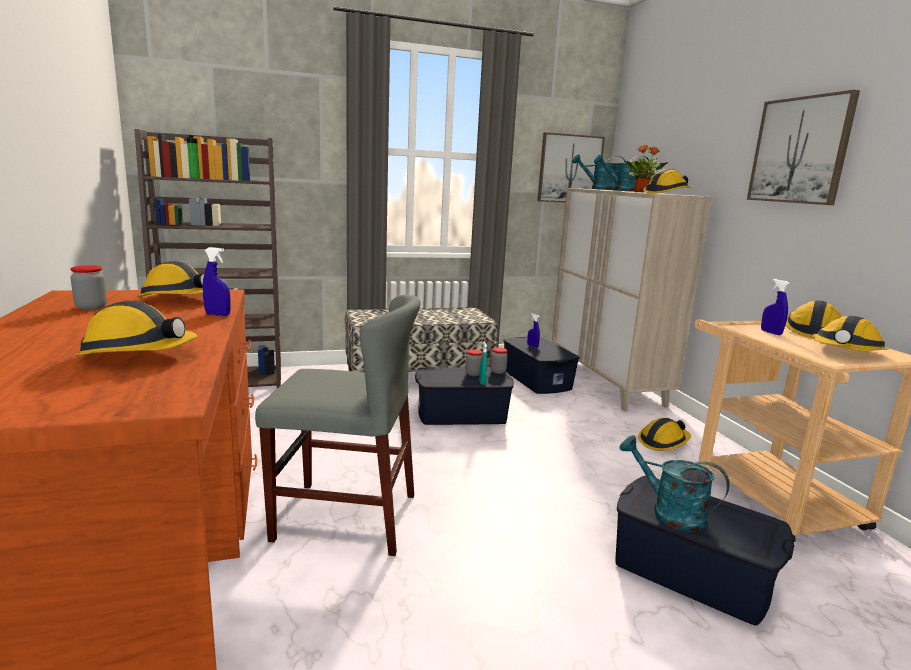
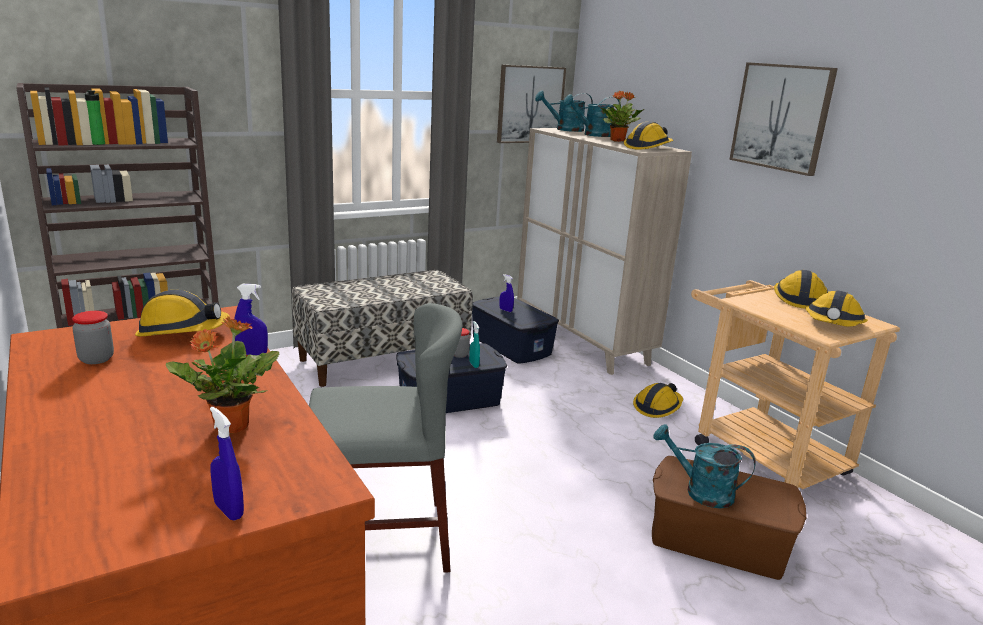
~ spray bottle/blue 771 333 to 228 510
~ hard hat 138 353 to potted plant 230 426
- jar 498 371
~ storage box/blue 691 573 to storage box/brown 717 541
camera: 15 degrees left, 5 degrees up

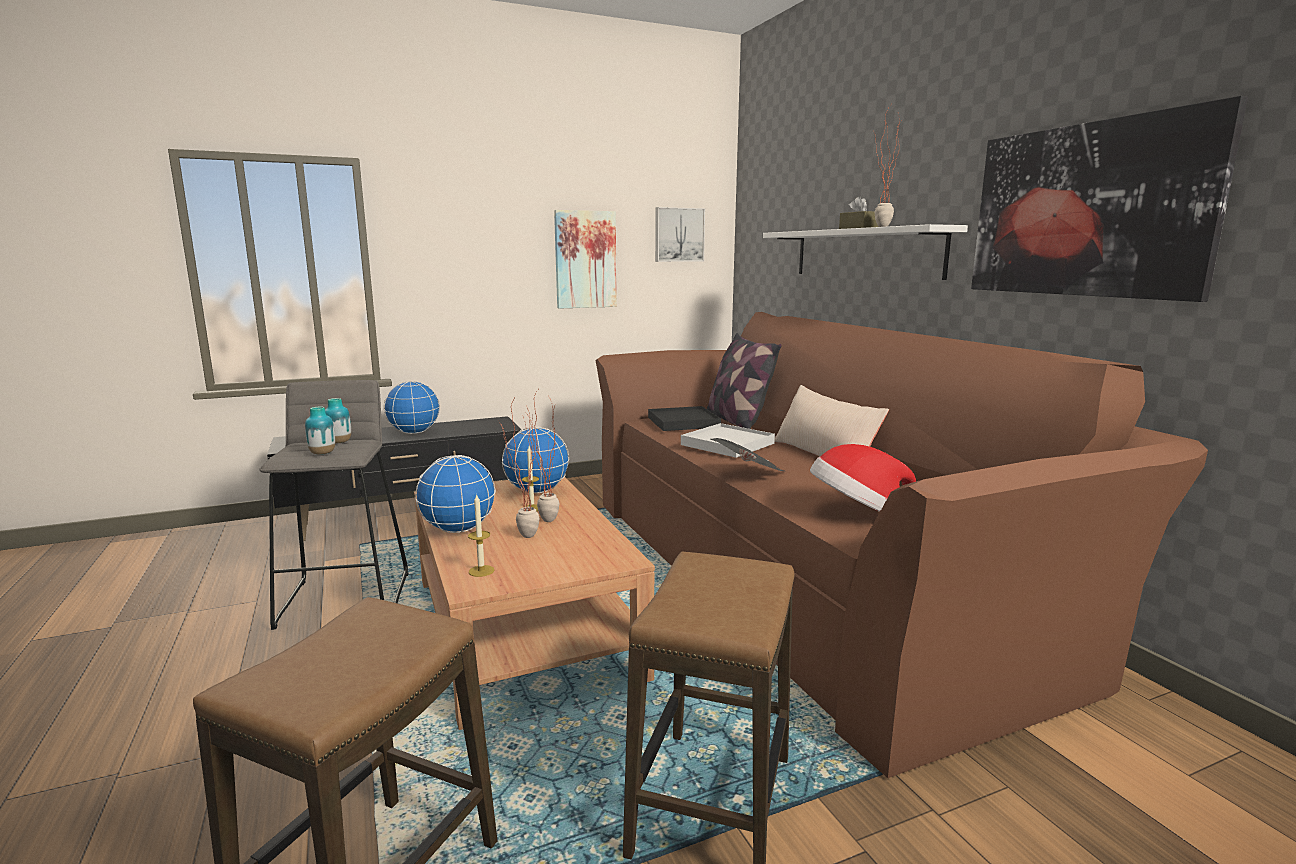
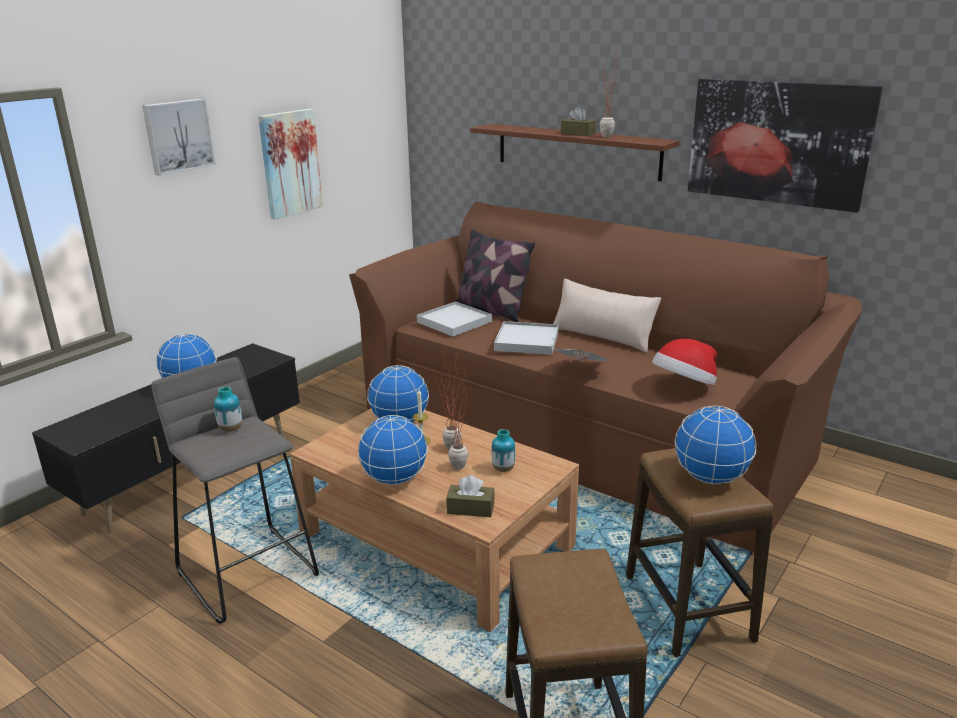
~ picture 678 235 to 178 136
~ shelf/white 865 253 to shelf/brown 577 151
~ tray/black 683 422 to tray/white 454 322
~ vase 322 453 to 503 469
~ candle 481 571 to tissue box/brown 470 508
+ globe 710 477
camera: 30 degrees left, 10 degrees up

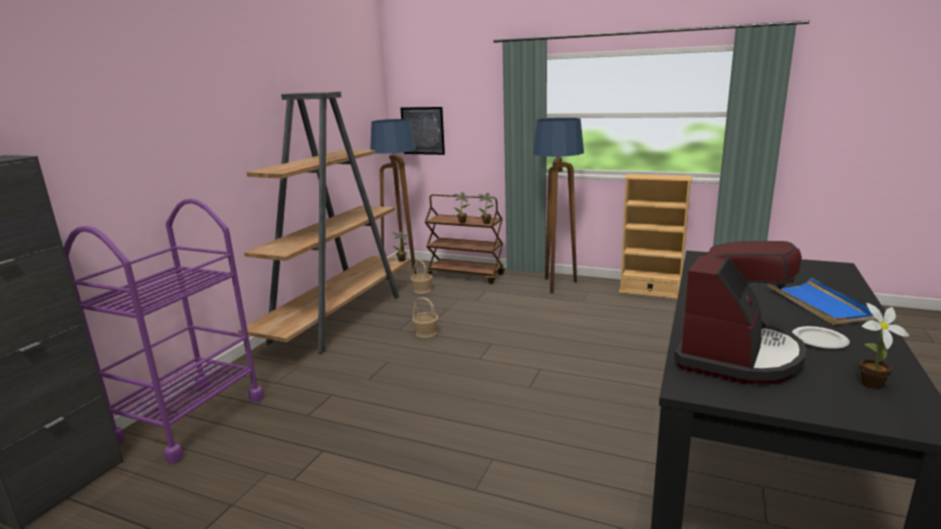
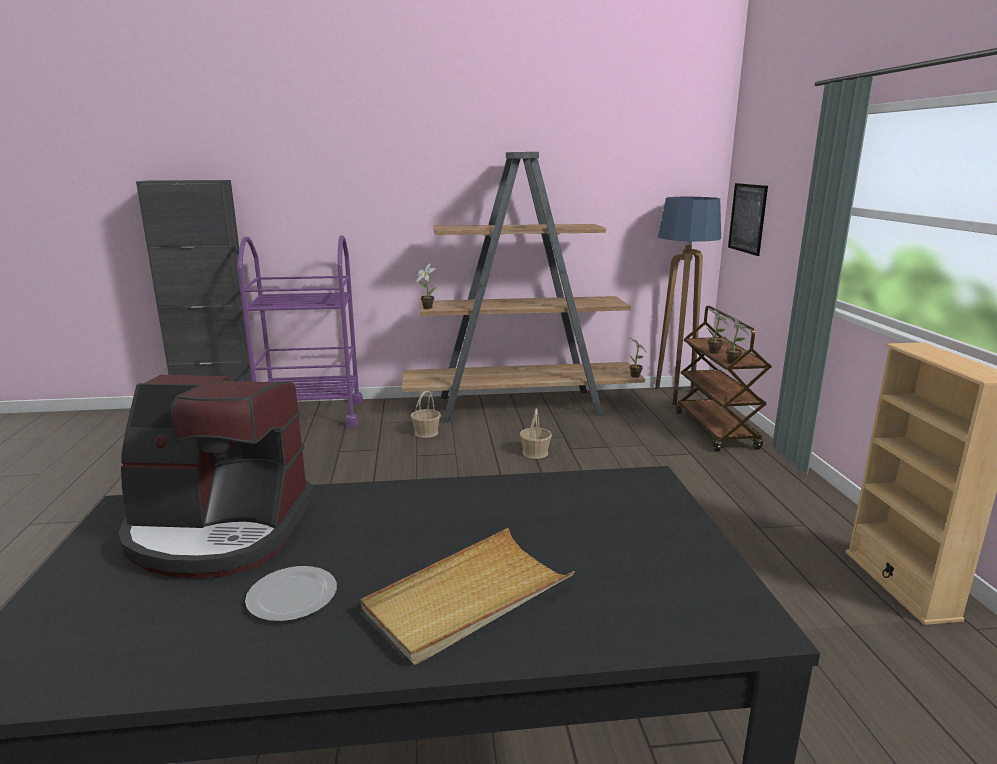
- floor lamp 556 286
~ basket 422 290 to 426 432
~ tray/blue 819 304 to tray/beige 468 598
~ potted plant 868 384 to 427 307
camera: 60 degrees right, 0 degrees up

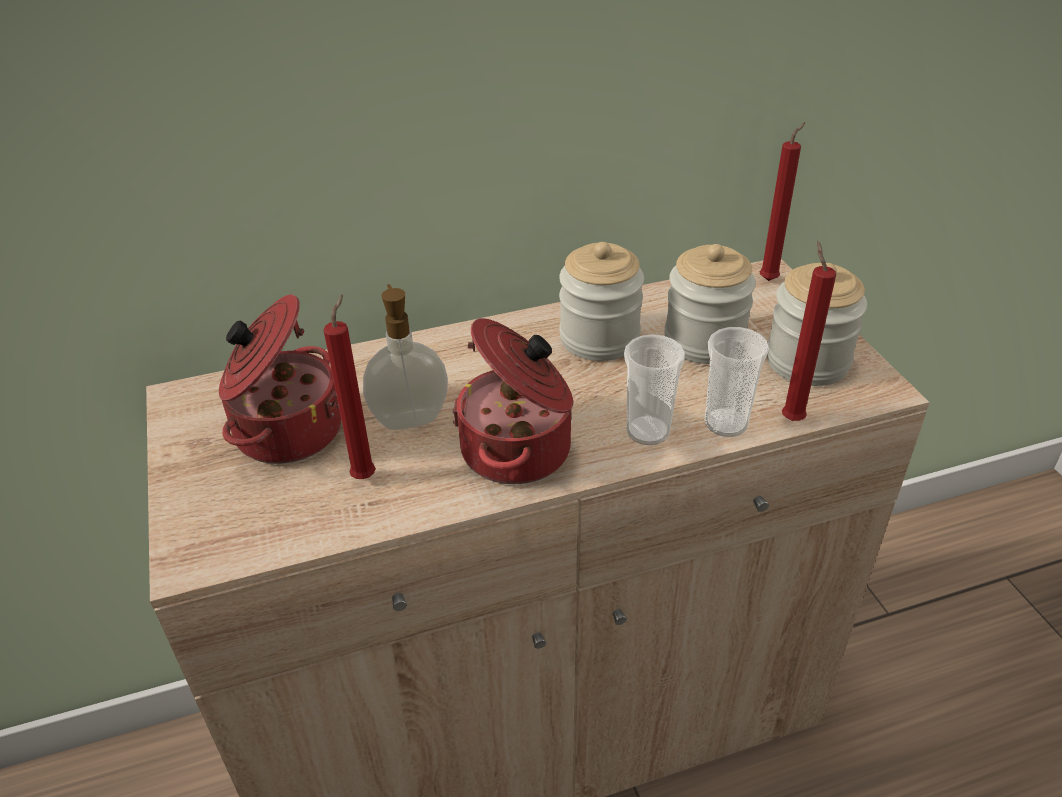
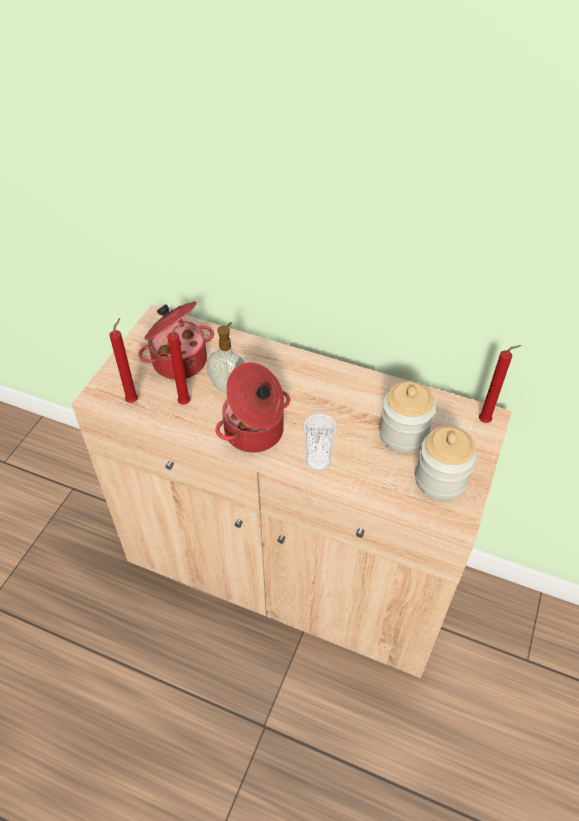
~ candle/red 790 418 to 134 400
- jar 599 338
- cup 726 423
camera: 40 degrees right, 10 degrees up

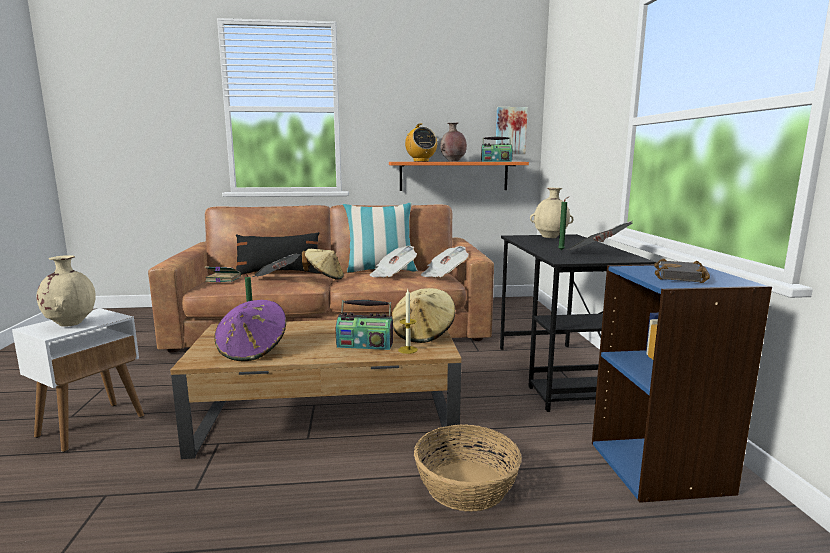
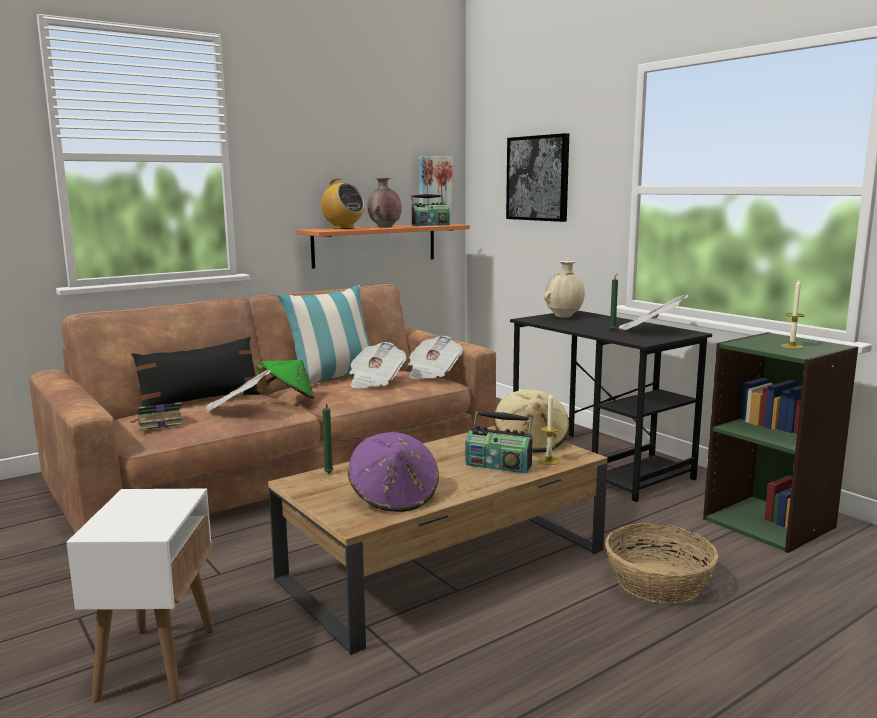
~ hat/beige 324 278 to hat/green 288 399
- vase/beige 71 324
~ book/black 682 277 to candle 791 346
~ bookcase/blue 660 467 to bookcase/green 769 523
~ radio 365 345 = 499 465 45 degrees clockwise
+ picture 538 178
camera: 30 degrees left, 0 degrees up

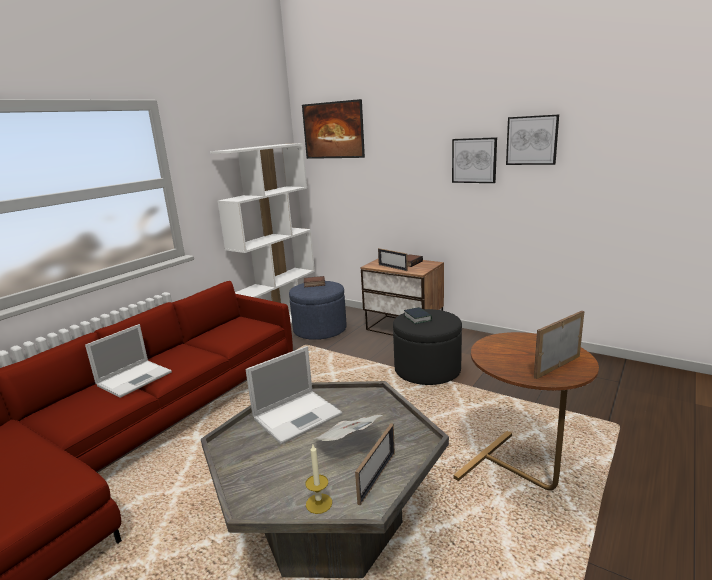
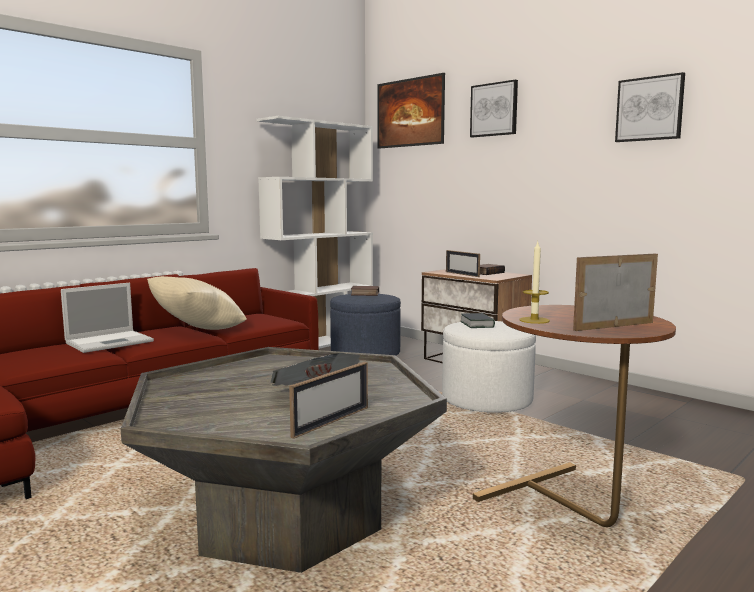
~ picture 474 160 to 494 109
~ ottoman/black 427 370 to ottoman/white 487 399
- laptop 298 415
~ candle 319 503 to 534 320
+ pillow/beige 197 331
camera: 10 degrees right, 10 degrees down

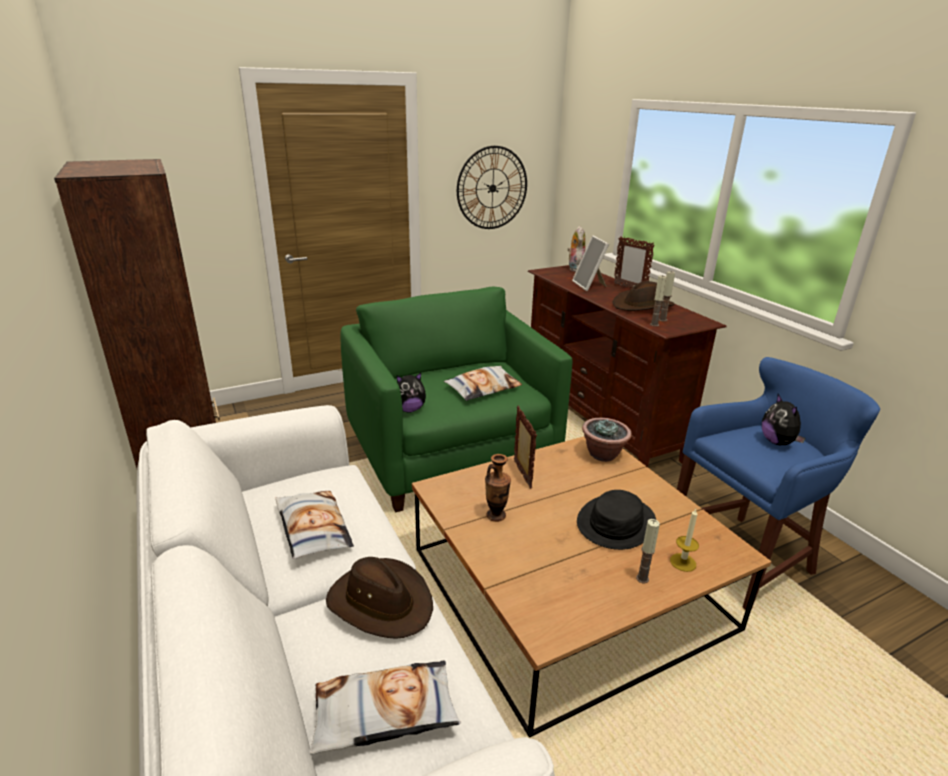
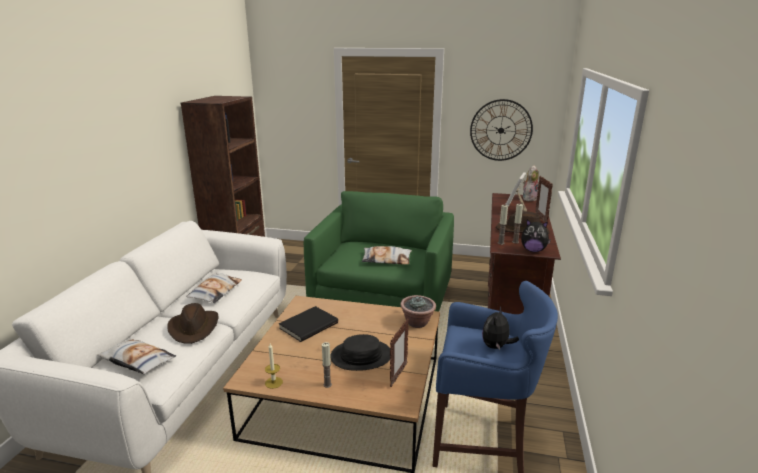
~ plush toy 409 409 to 533 250
~ picture frame 522 475 to 398 375
~ vase 496 515 to book/black 308 325
~ candle 683 562 to 273 382
camera: 40 degrees right, 5 degrees down

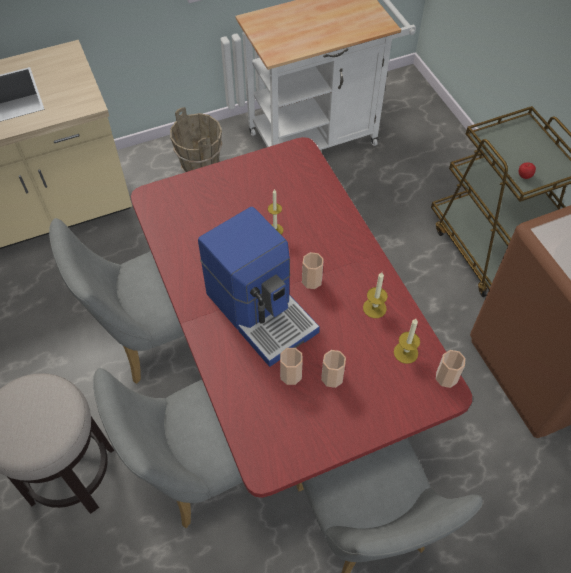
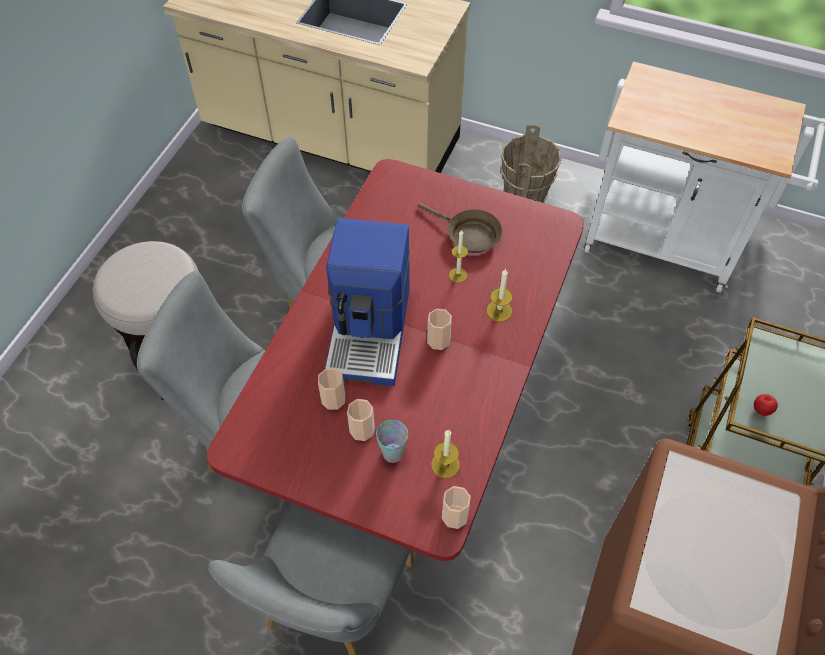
~ candle 374 308 to 499 311
+ frying pan/brown 469 235
+ cup 393 453
camera: 45 degrees right, 0 degrees up

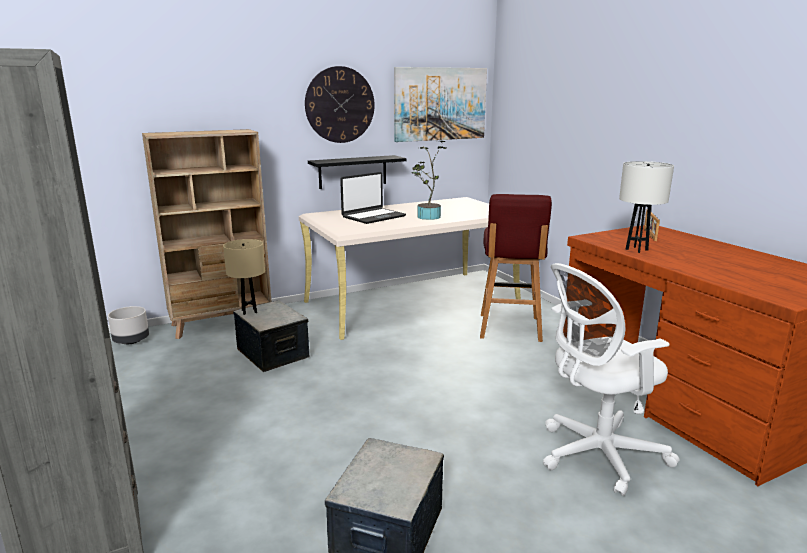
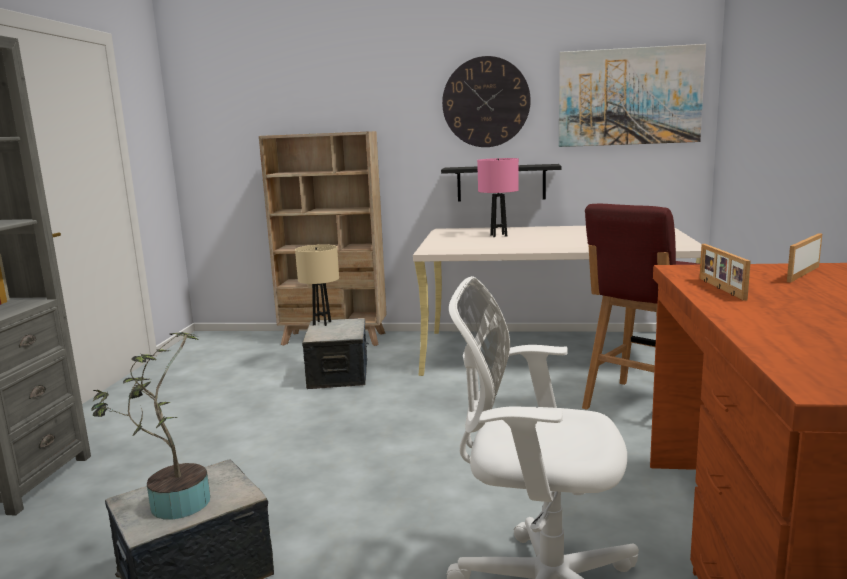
~ potted plant 427 217 to 173 505
~ table lamp/white 636 249 to picture frame 720 288
~ laptop 373 217 to table lamp/pink 498 235
- planter/grey 132 341
camera: 35 degrees right, 5 degrees down

